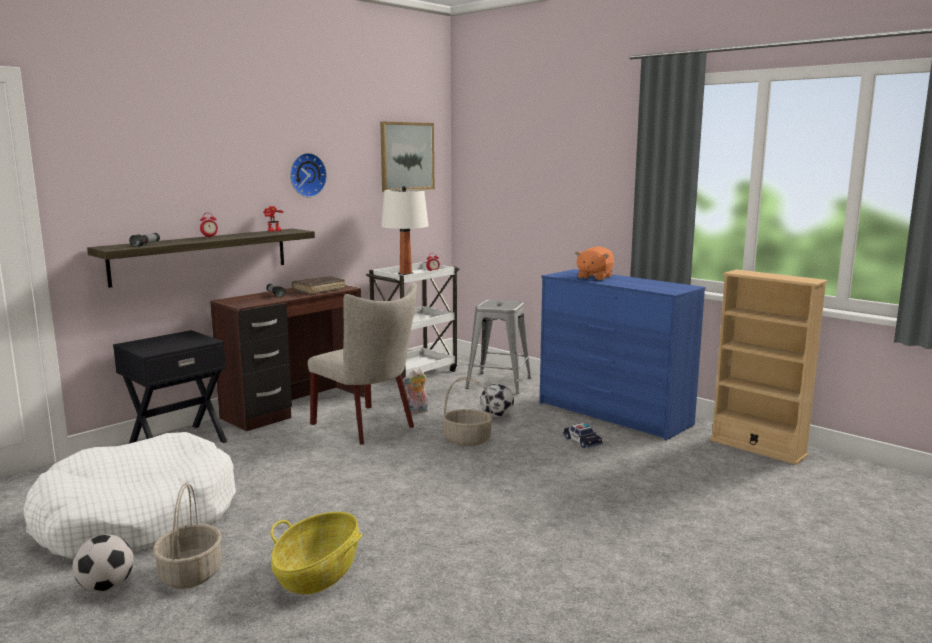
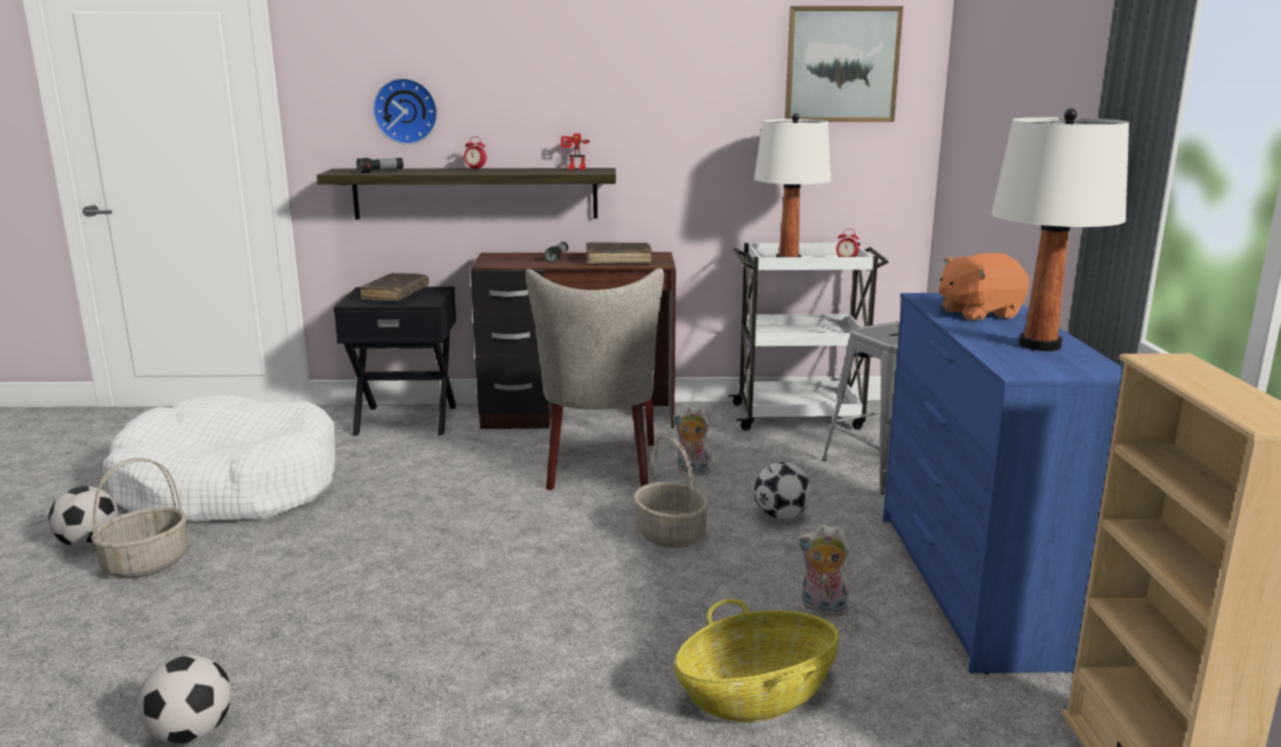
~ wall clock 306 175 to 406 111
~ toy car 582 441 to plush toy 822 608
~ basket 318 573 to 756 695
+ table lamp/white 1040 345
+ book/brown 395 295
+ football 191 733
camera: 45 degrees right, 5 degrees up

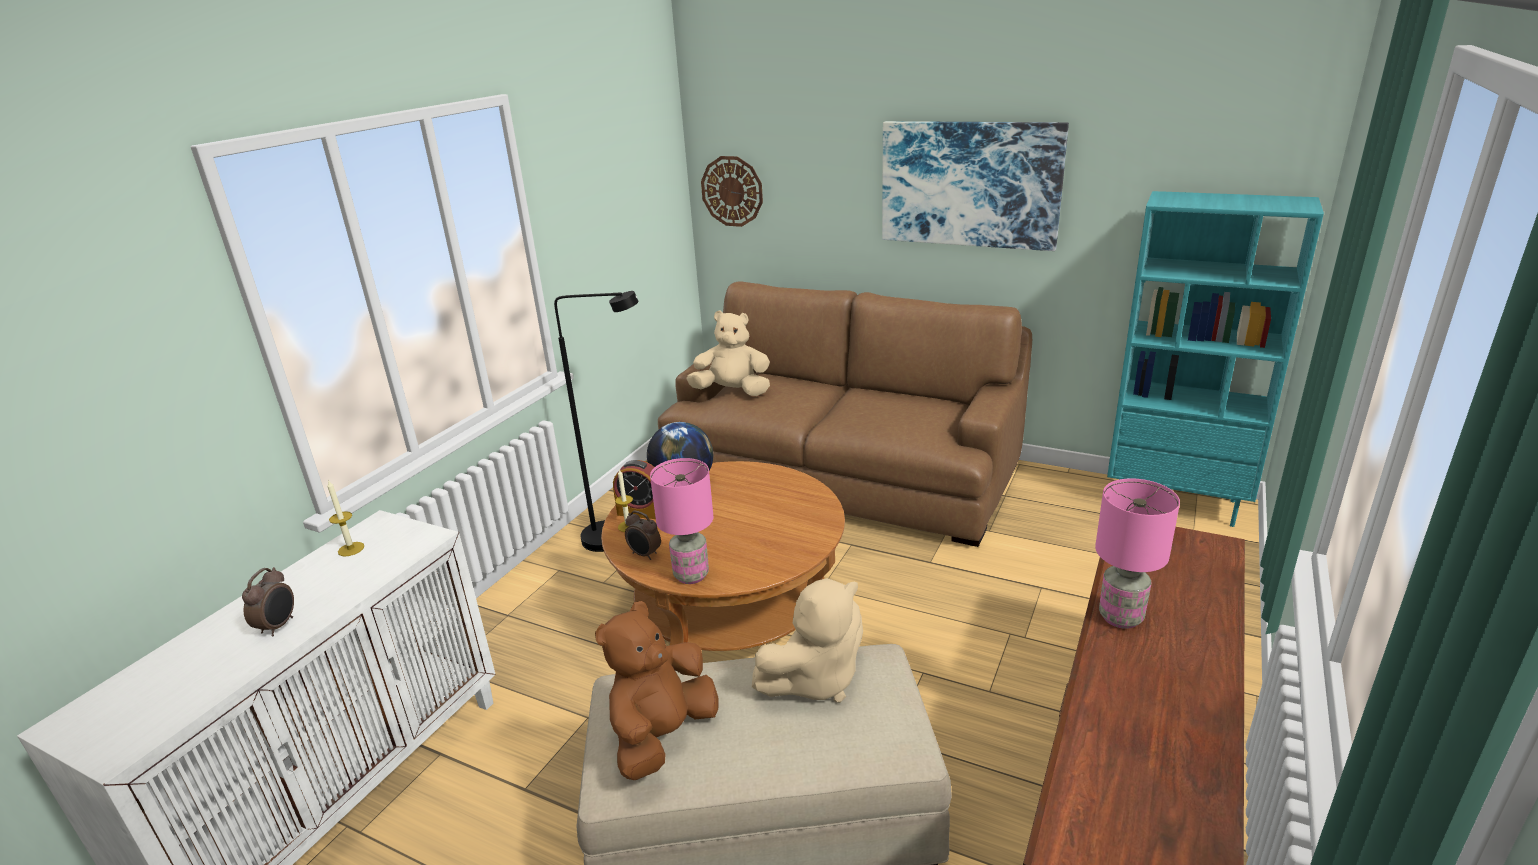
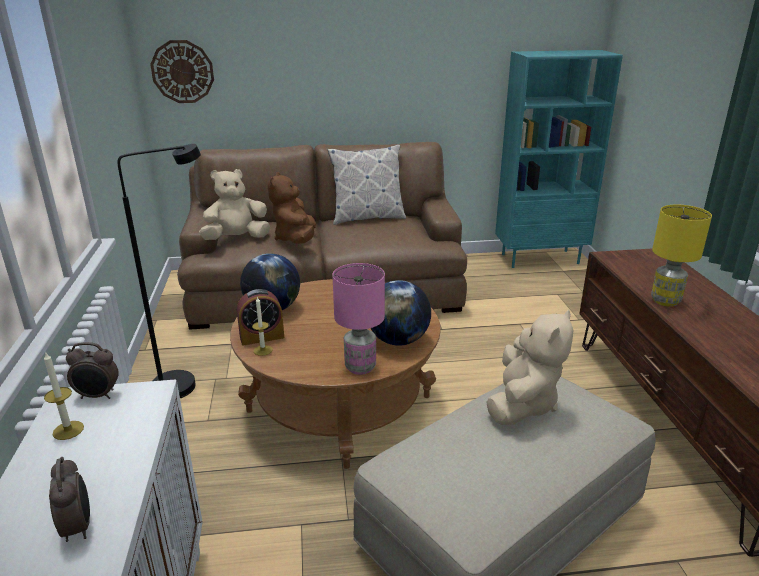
- picture 969 184
~ table lamp/pink 1120 618 to table lamp/yellow 665 301
~ alarm clock 644 555 to 98 396
~ plush toy/brown 662 736 to 296 239
+ pillow 367 218
+ globe 398 340
camera: 35 degrees left, 0 degrees up

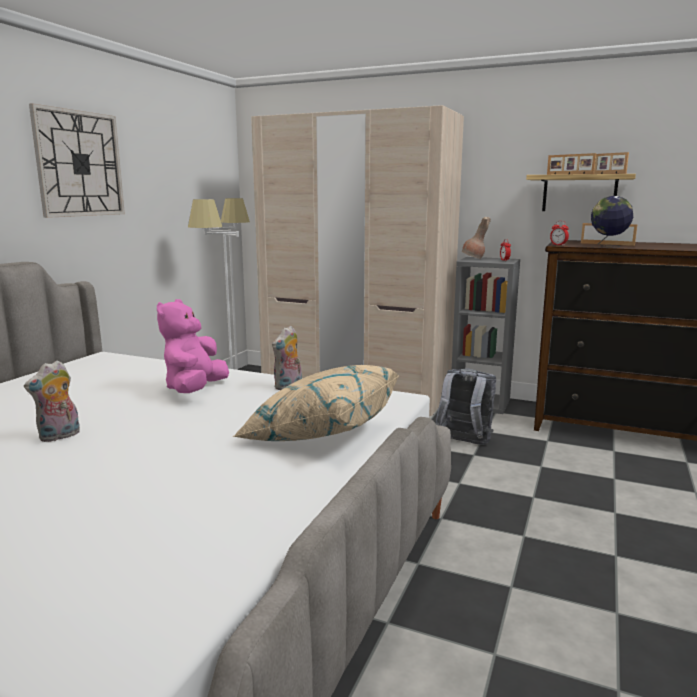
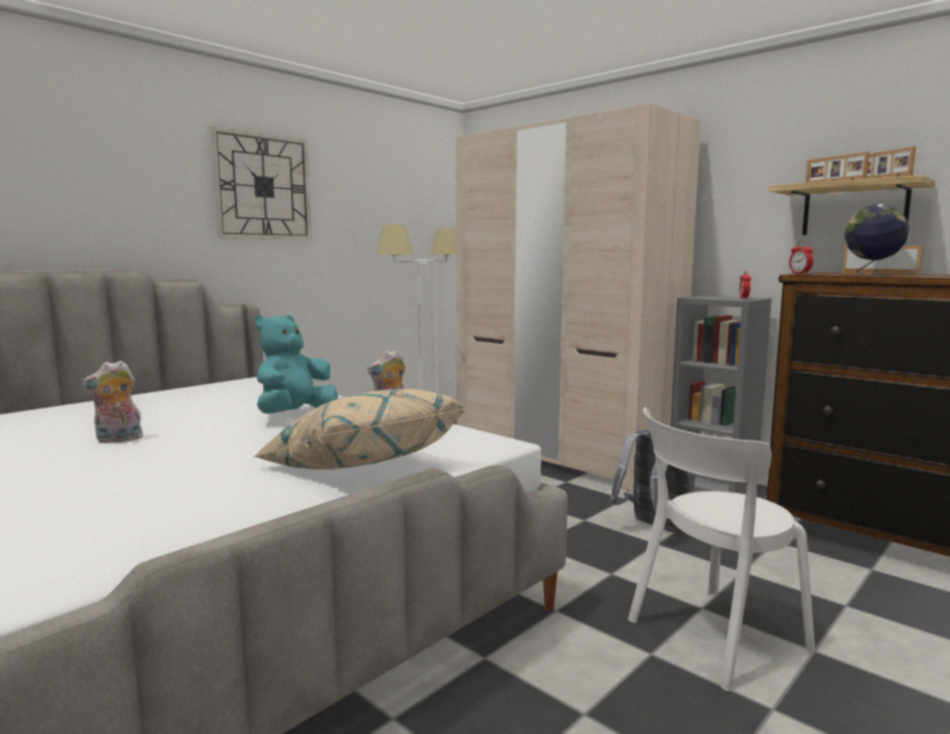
- vase/brown 473 259
~ plush toy/pink 195 390 to plush toy/turquoise 294 414
+ chair/white 711 637
camera: 20 degrees right, 5 degrees down

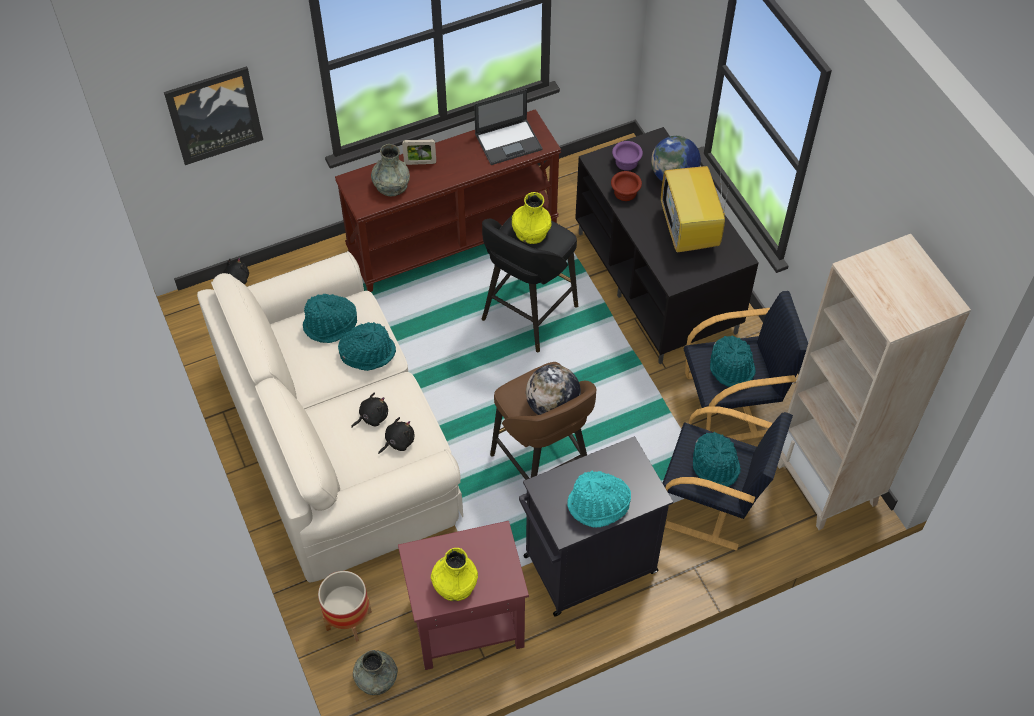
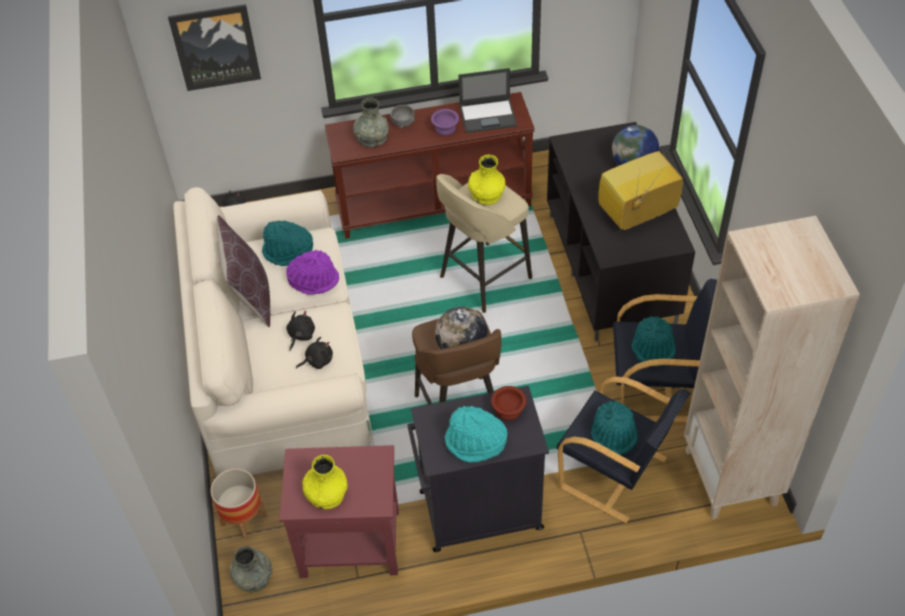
~ picture frame 420 163 to bowl/grey 403 123
~ bowl/purple 626 161 to 445 128
~ television 690 231 = 636 215 60 degrees clockwise
~ bowl/brown 624 192 to 507 409
~ stool/black 527 314 to stool/beige 483 278
~ hat/turquoise 368 352 to hat/purple 314 279
~ plush toy/black 372 417 = 300 335 45 degrees counterclockwise
+ pillow/brown 250 296
camera: 15 degrees right, 5 degrees down

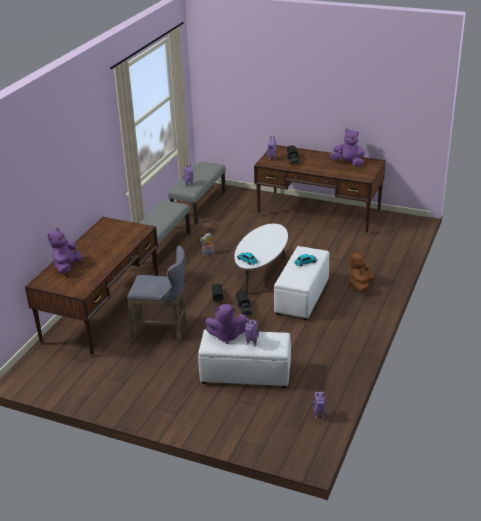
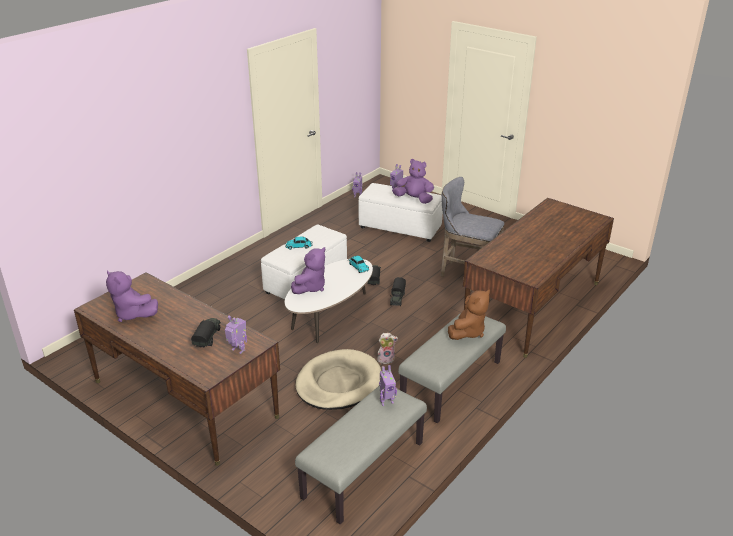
~ plush toy/purple 67 267 to 310 287
~ plush toy/brown 361 286 to 468 332
+ dog bed/beige 338 383
camera: 165 degrees left, 0 degrees up

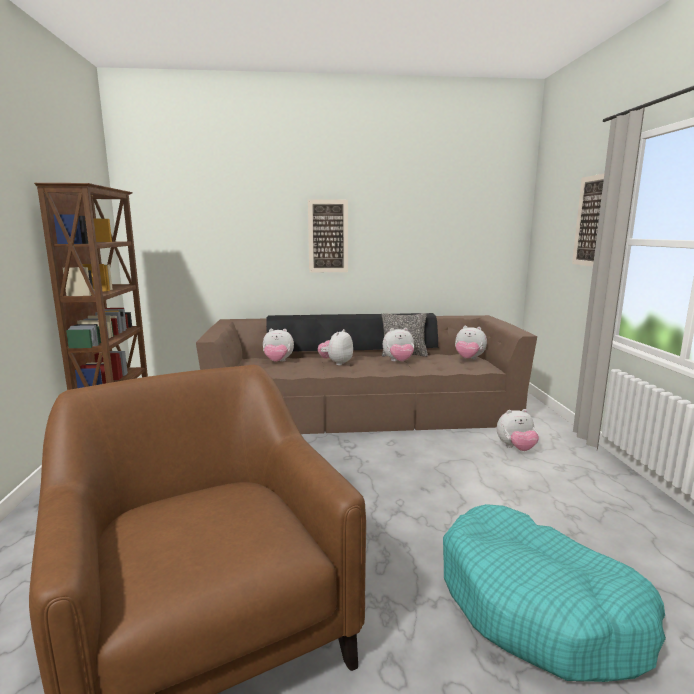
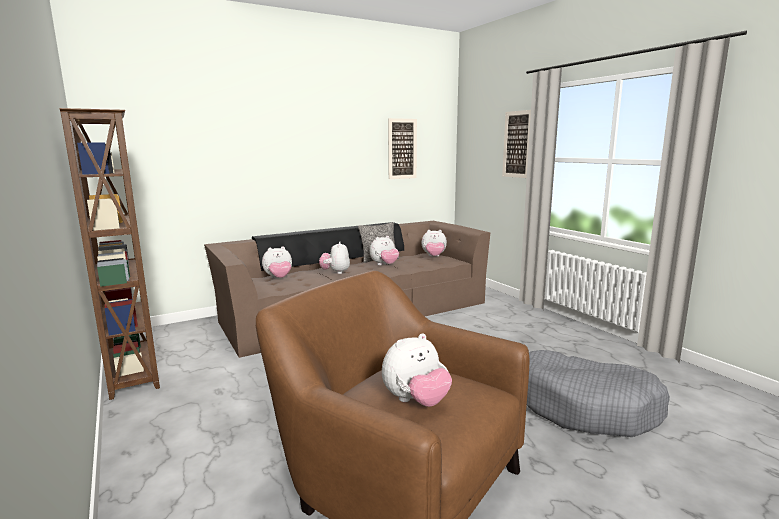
~ picture 328 236 to 402 149
~ plush toy 516 448 to 416 401
~ dog bed/turquoise 539 607 to dog bed/grey 585 407
camera: 25 degrees left, 0 degrees up

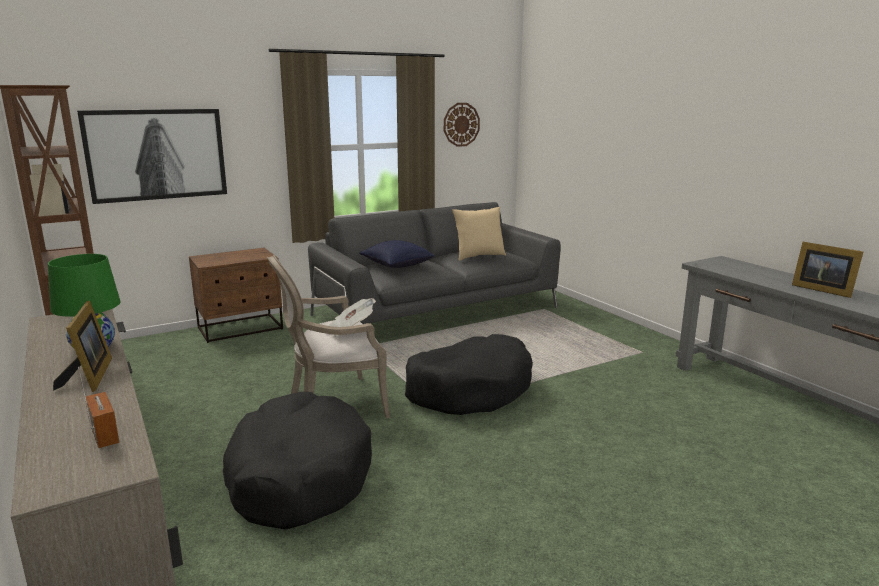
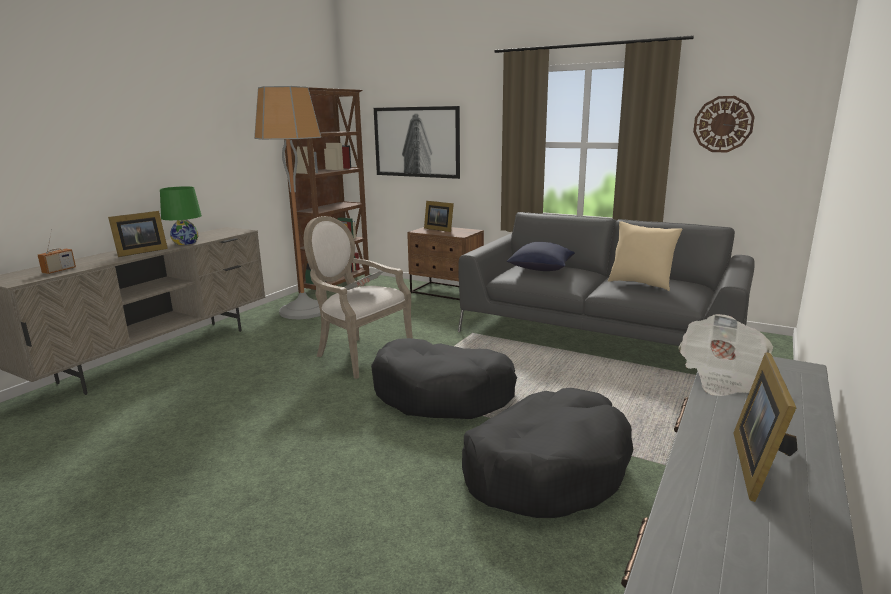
~ dog bed/black 298 476 to 546 469
+ floor lamp 304 311
+ picture frame 439 229
+ newspaper 721 377
camera: 60 degrees right, 0 degrees up

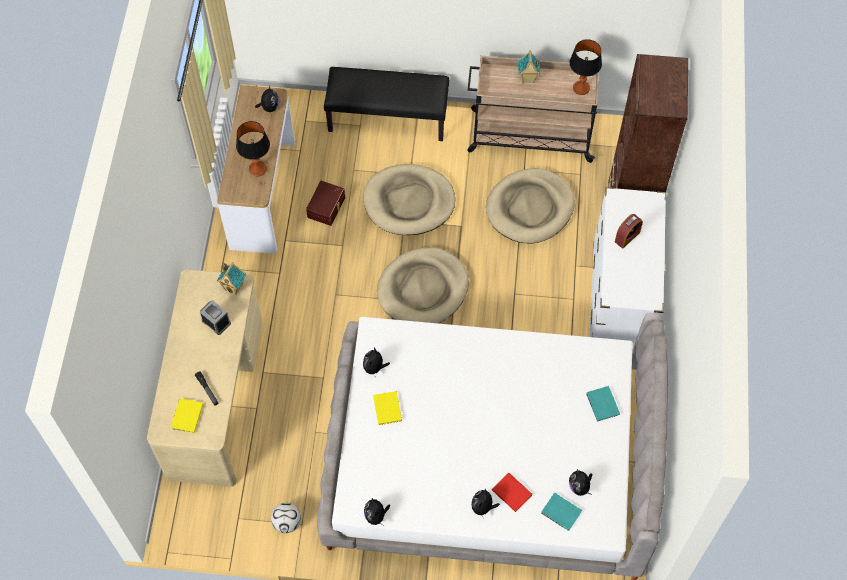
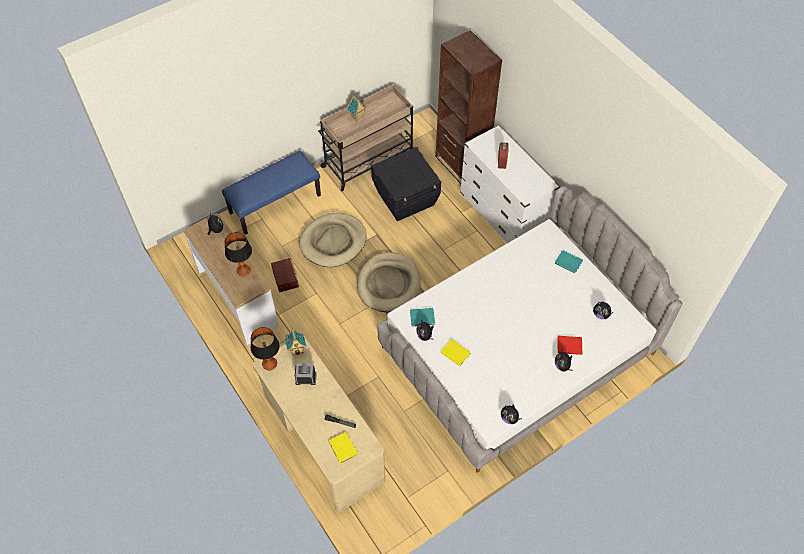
~ table lamp 581 88 to 269 364
~ bench/black 388 118 to bench/blue 275 203
~ dog bed/beige 530 208 to storage box/black 406 198
~ book/turquoise 561 513 to 423 318
- football 287 522
camera: 40 degrees left, 5 degrees down

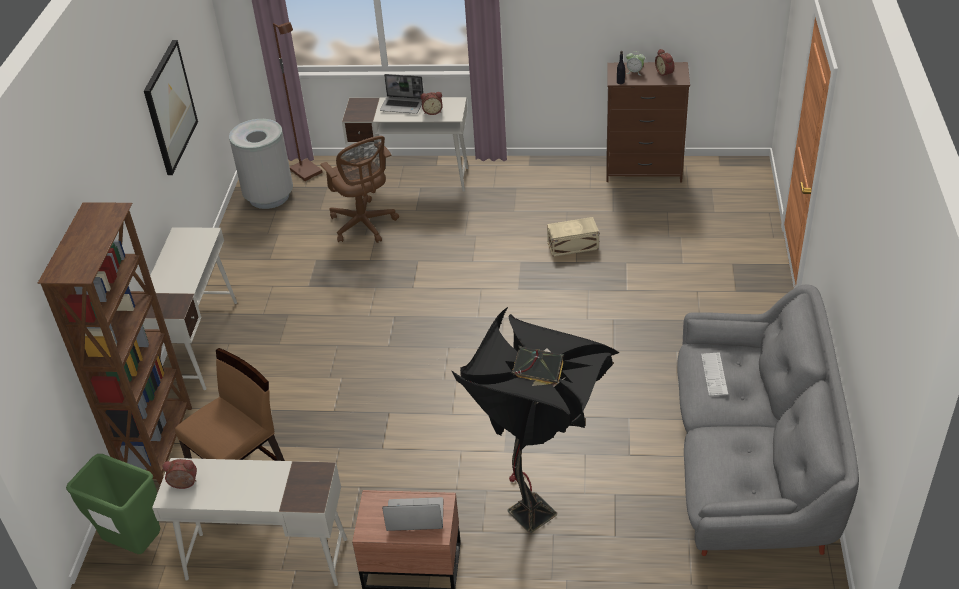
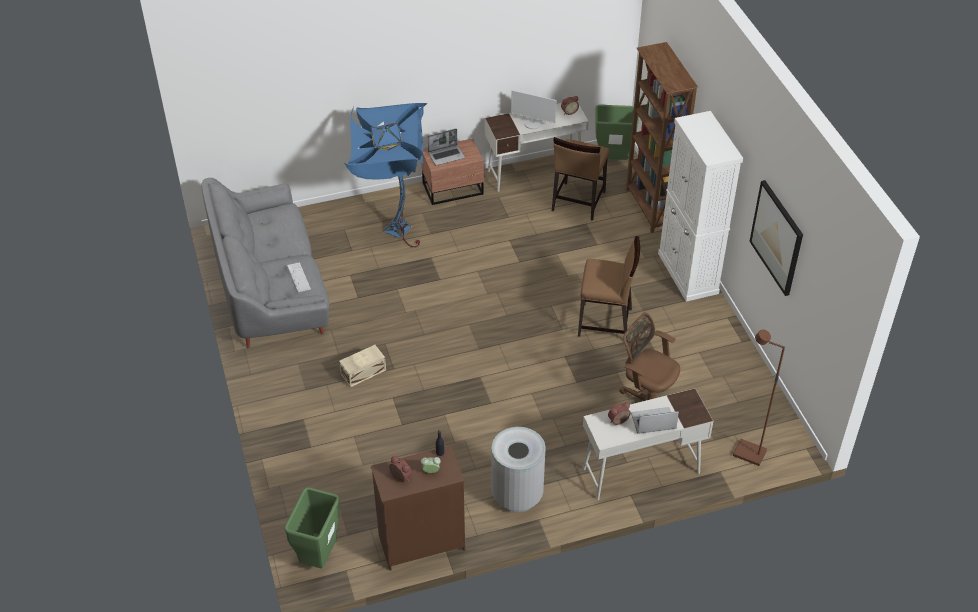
~ trash can/grey 269 196 to 517 495
~ storage box/beige 573 246 to 362 372
~ desk/white 199 343 to cabinet/white 688 273
~ floor lamp/black 542 507 to floor lamp/blue 393 233
+ monitor 533 123
+ chair/brown 605 323
+ trash can/green 319 556
camera: 155 degrees right, 5 degrees up

